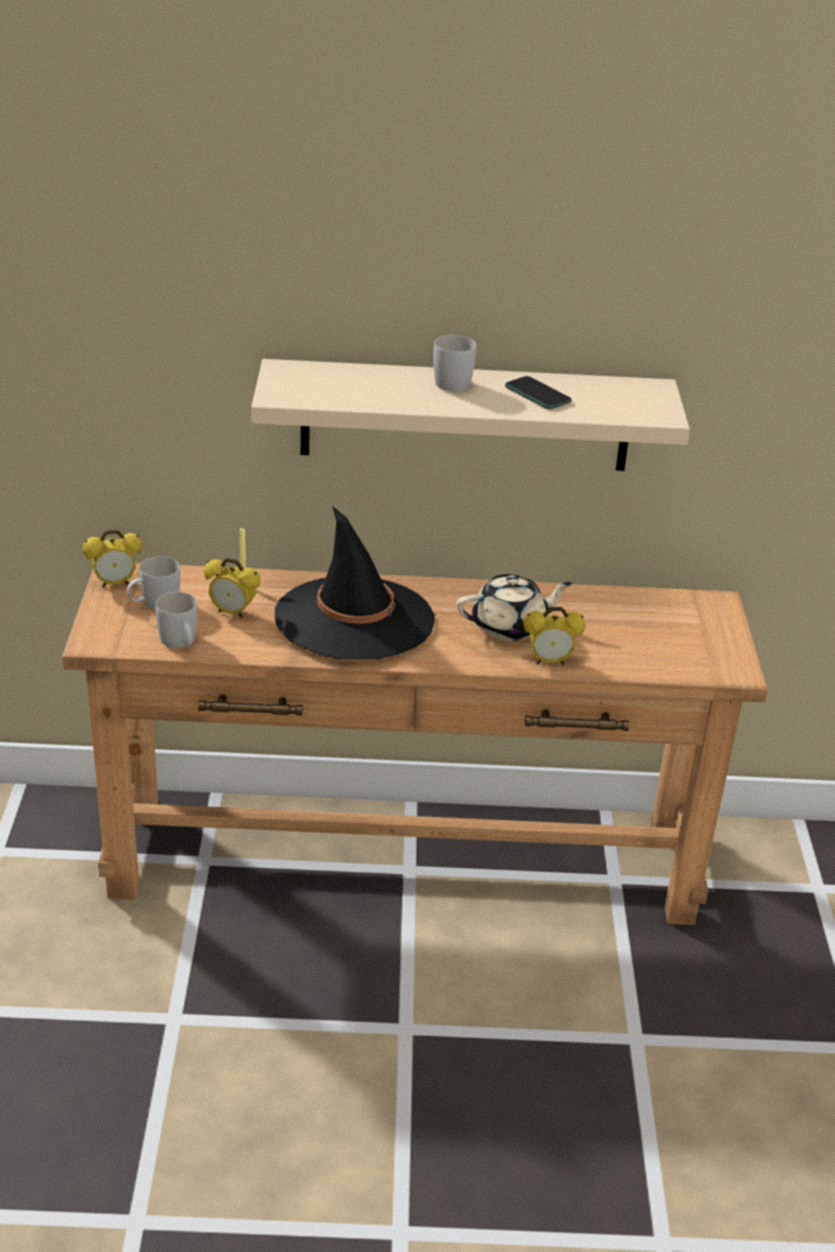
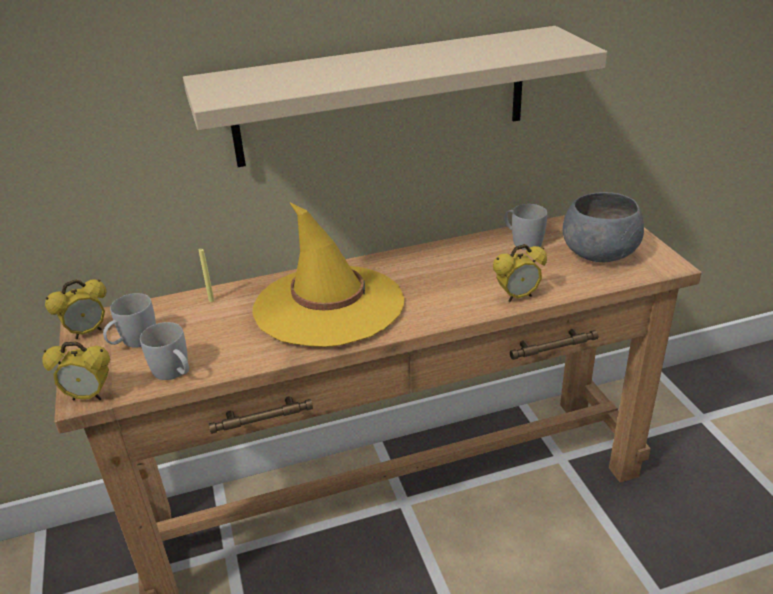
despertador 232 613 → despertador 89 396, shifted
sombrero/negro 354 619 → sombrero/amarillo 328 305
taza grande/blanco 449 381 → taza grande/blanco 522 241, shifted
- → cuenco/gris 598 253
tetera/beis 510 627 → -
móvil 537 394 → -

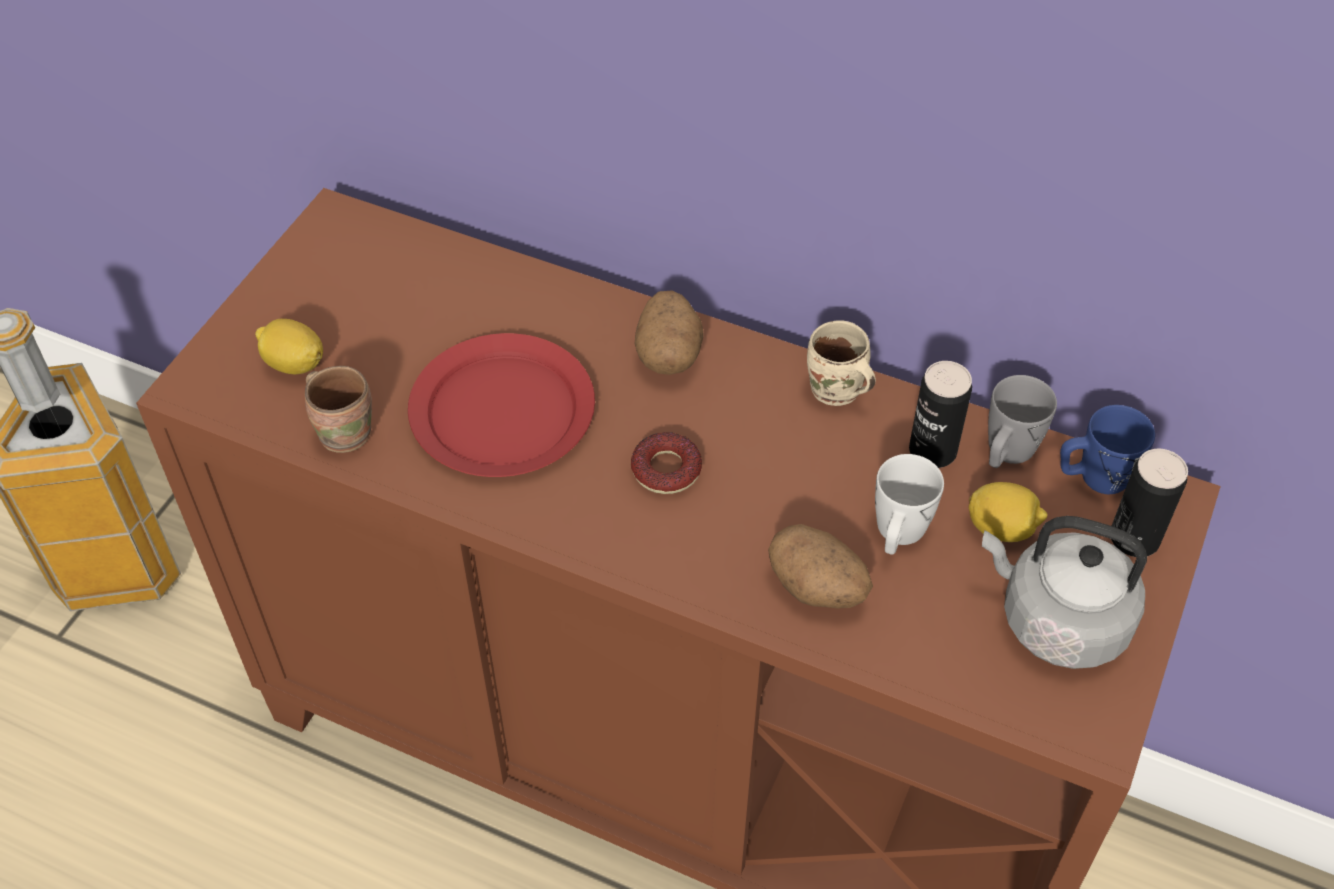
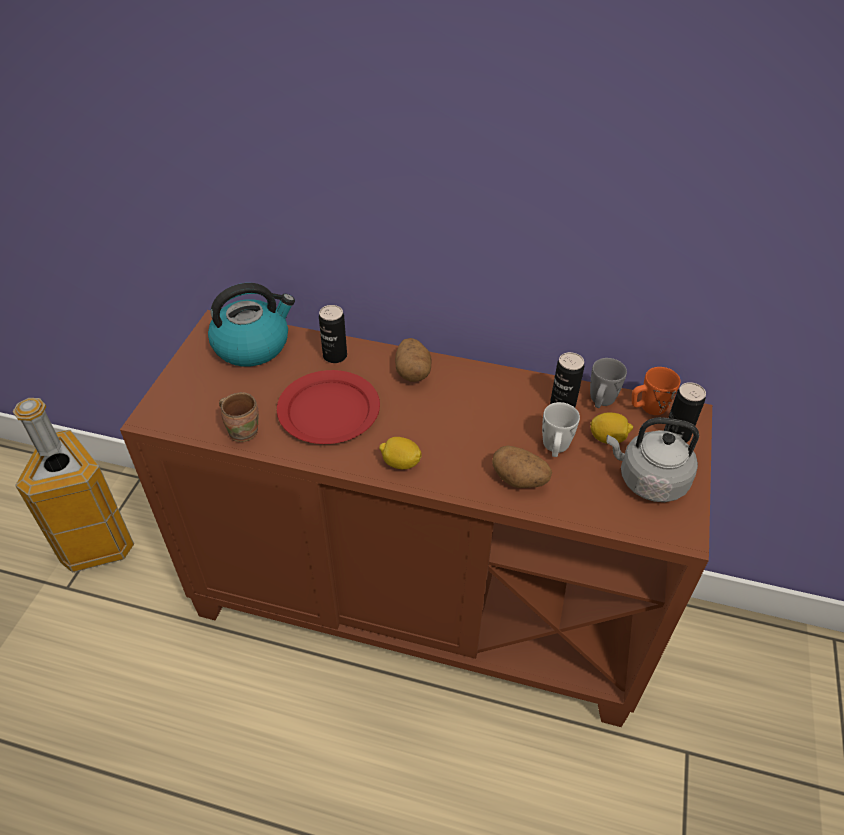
- → hervidor 253 345
- → lata 335 356
limón 294 364 → limón 400 463, shifted
taza grande/azul 1094 477 → taza grande/naranja 648 407
rosquilla 666 470 → -
taza grande/beis 835 393 → -

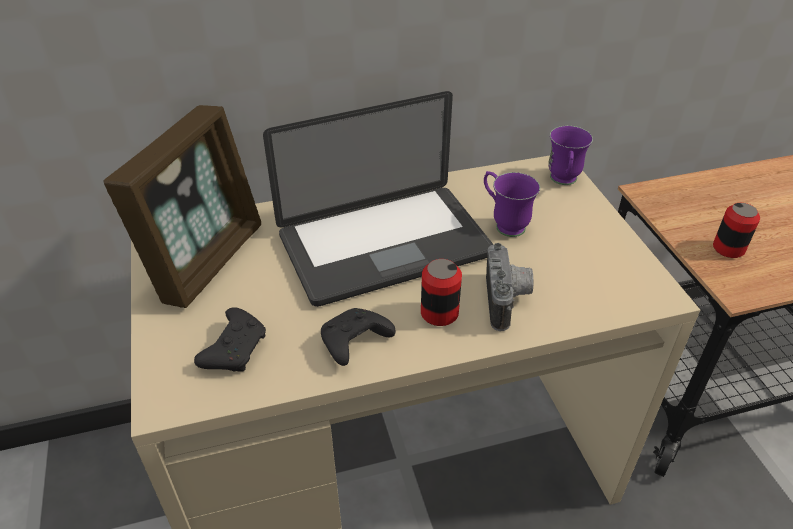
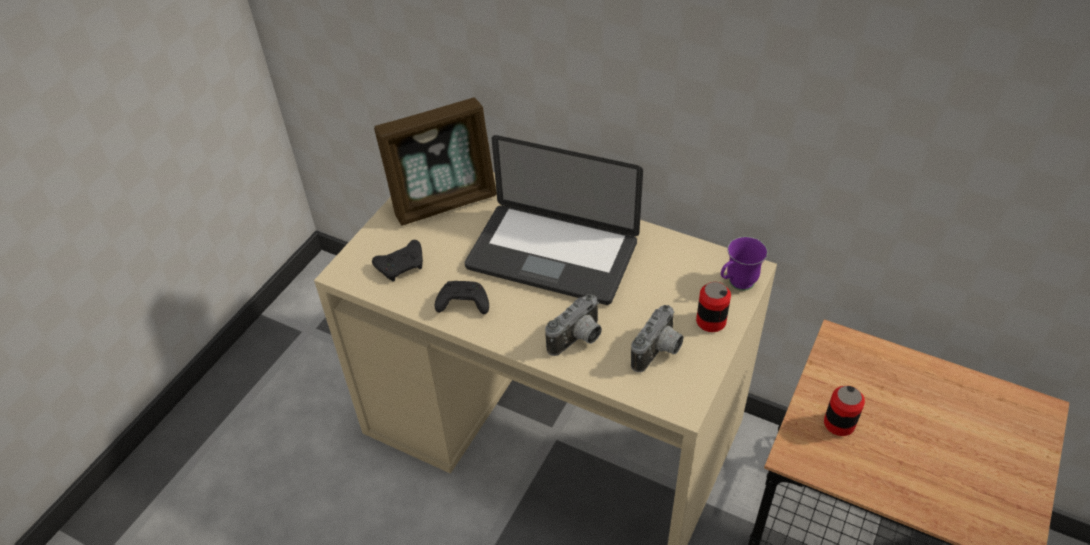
- → cámara 659 352
lata 439 313 → lata 711 321, shifted
taza grande/morado 504 224 → -

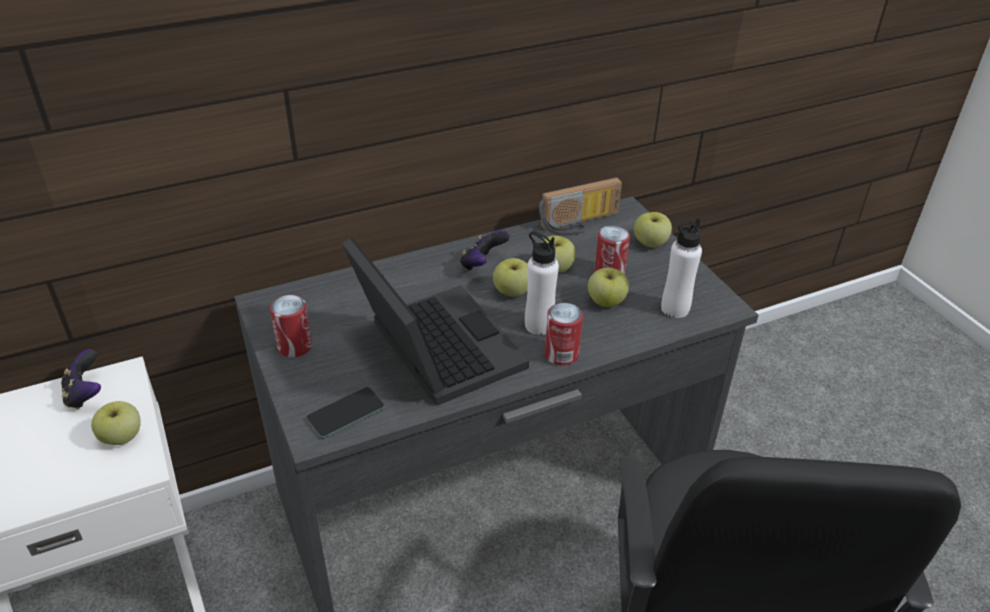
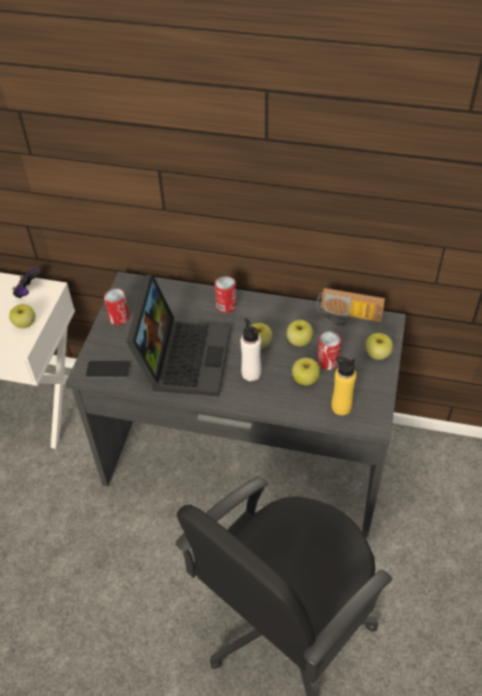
lata 561 354 → lata 226 306, shifted
botella/blanco 675 308 → botella/amarillo 341 407
mando de consola 482 264 → -

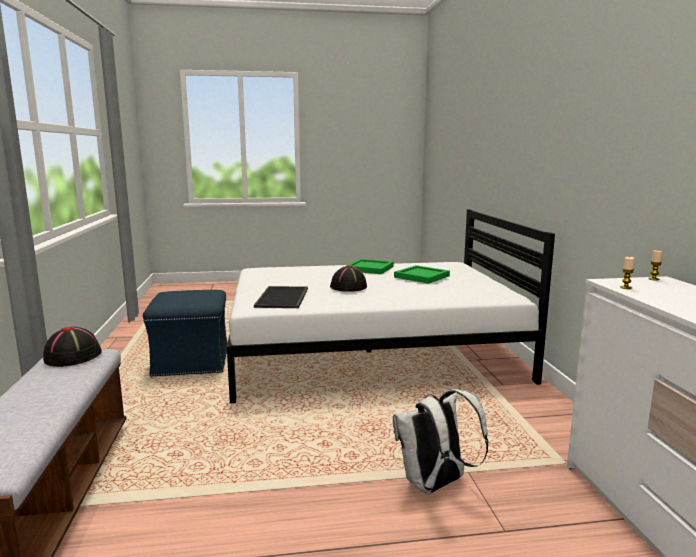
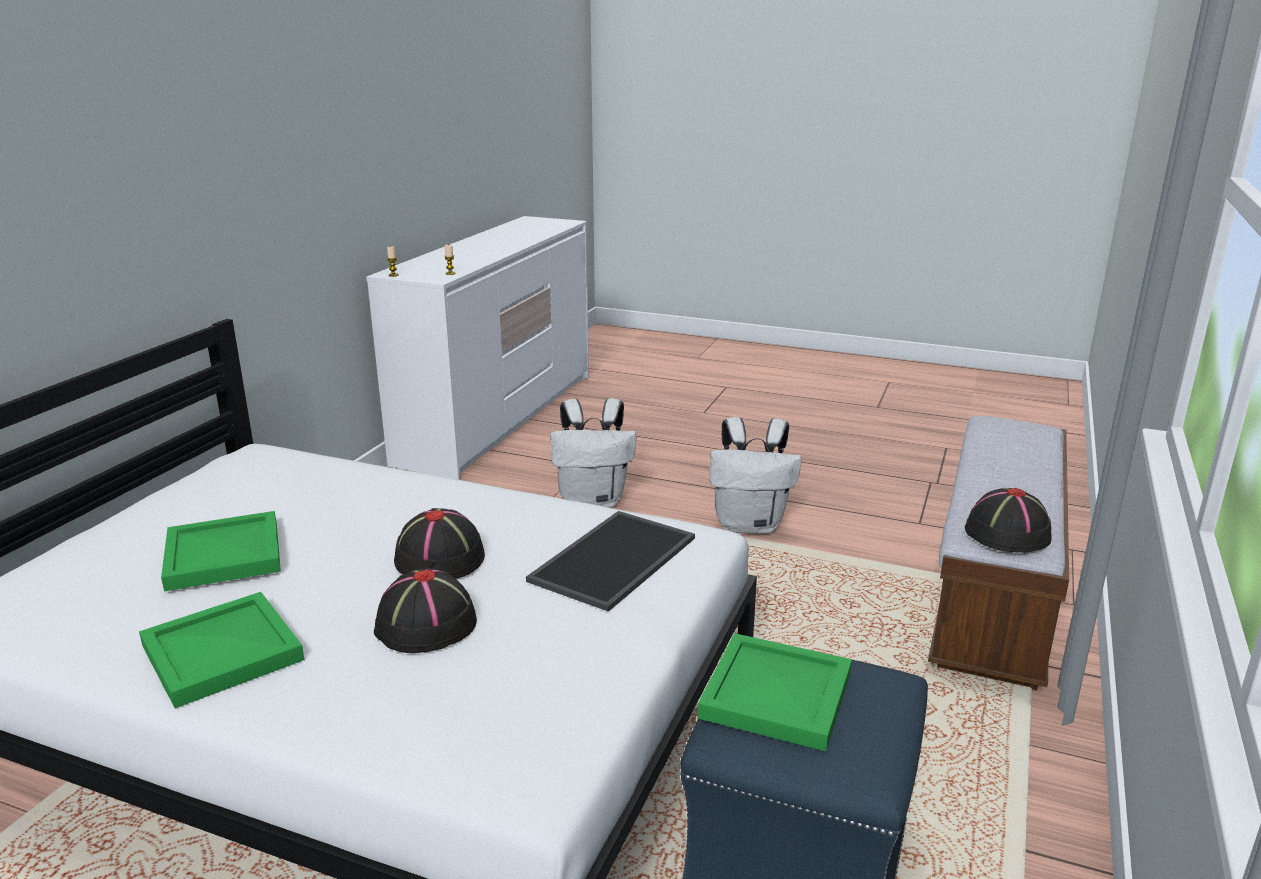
- → sombrero/negro 425 625
- → bandeja/verde 777 697
- → mochila/blanco 750 525

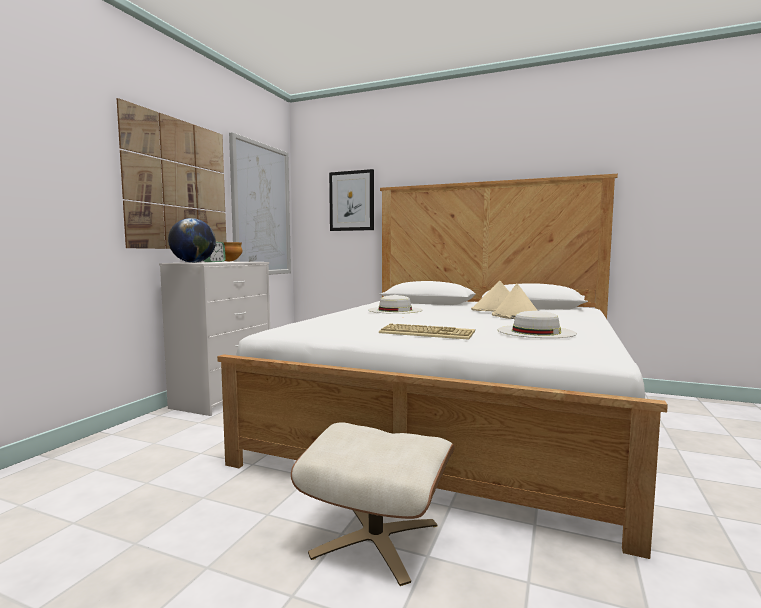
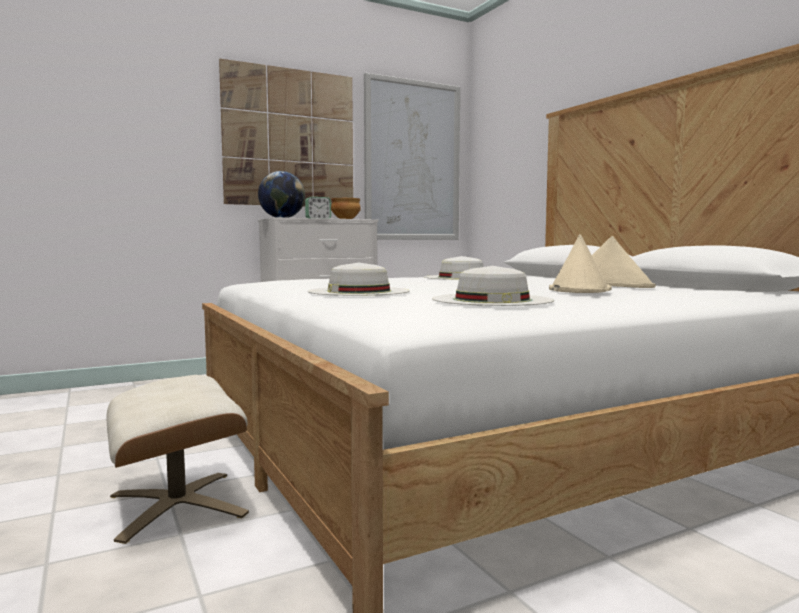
teclado 428 333 → sombrero/blanco 358 291
cuadro 352 201 → -

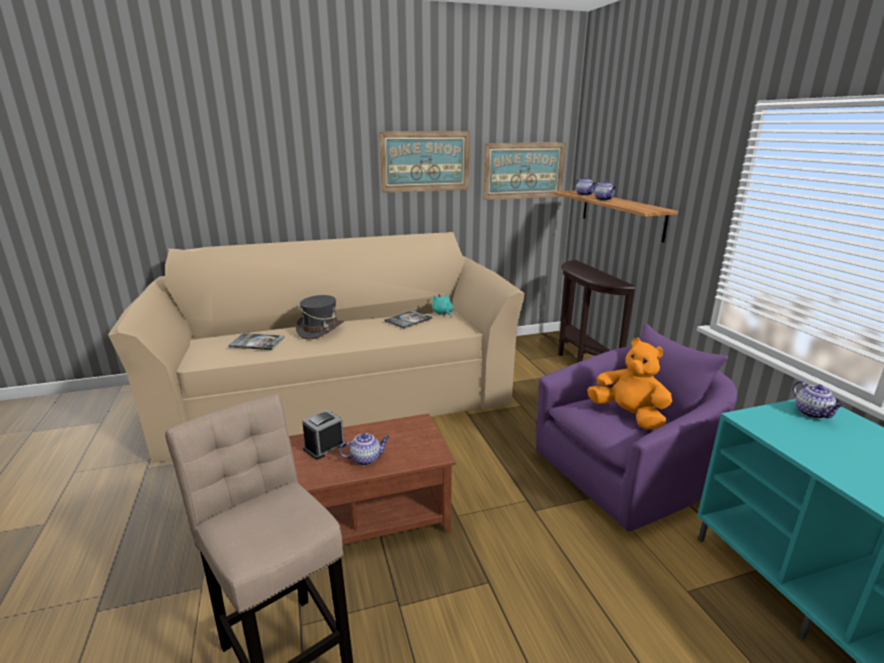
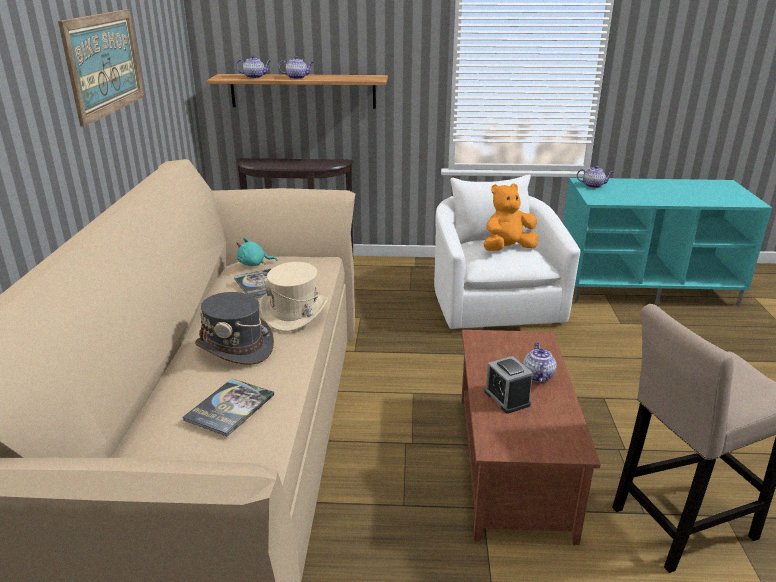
- → sombrero/beis 295 313
sillón/morado 628 472 → sillón/blanco 494 301
cuadro 524 171 → -

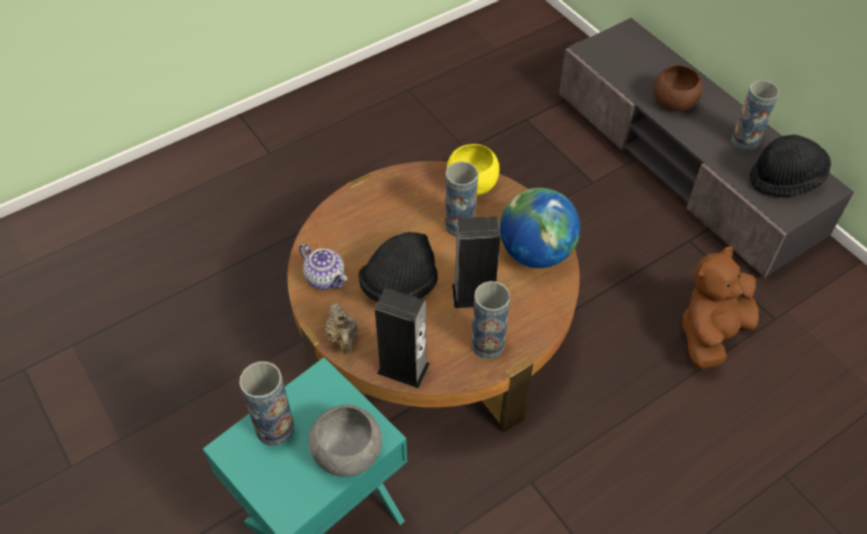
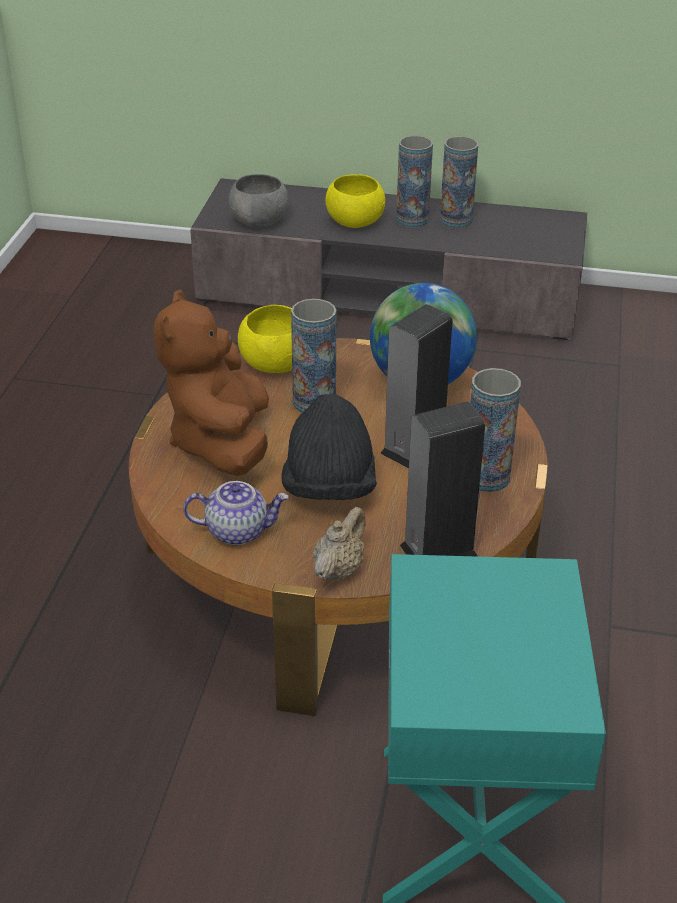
peluche/marrón 711 333 → peluche/marrón 221 443, shifted
cuenco/gris 347 452 → cuenco/gris 258 221, shifted
tetera/beis 343 339 → tetera/beis 339 569, 90 degrees counterclockwise
cuenco/marrón 674 102 → cuenco/amarillo 355 221
florero 275 428 → florero 412 219, shifted
sombrero/negro 785 179 → -

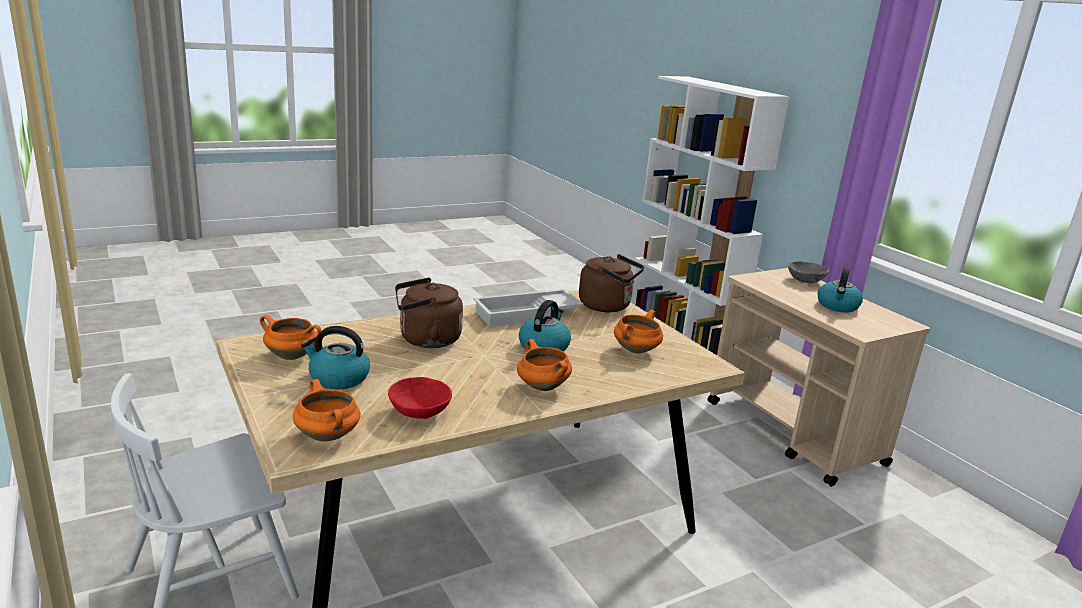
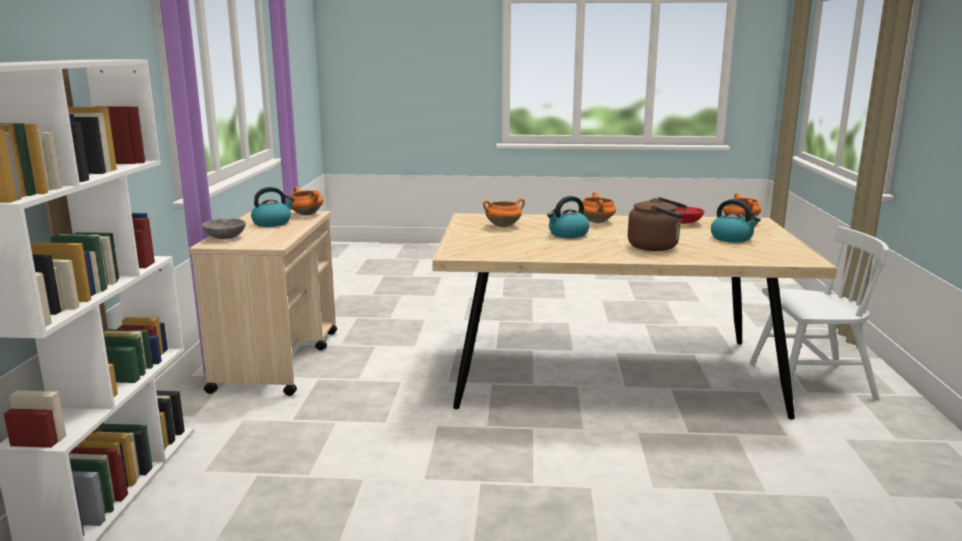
olla/naranja 293 356 → olla/naranja 306 214, shifted
bandeja/blanco 527 314 → -
hervidor/marrón 608 306 → -

